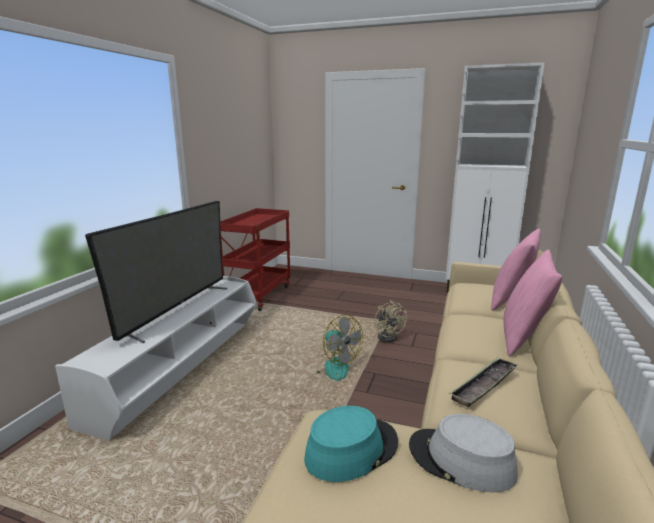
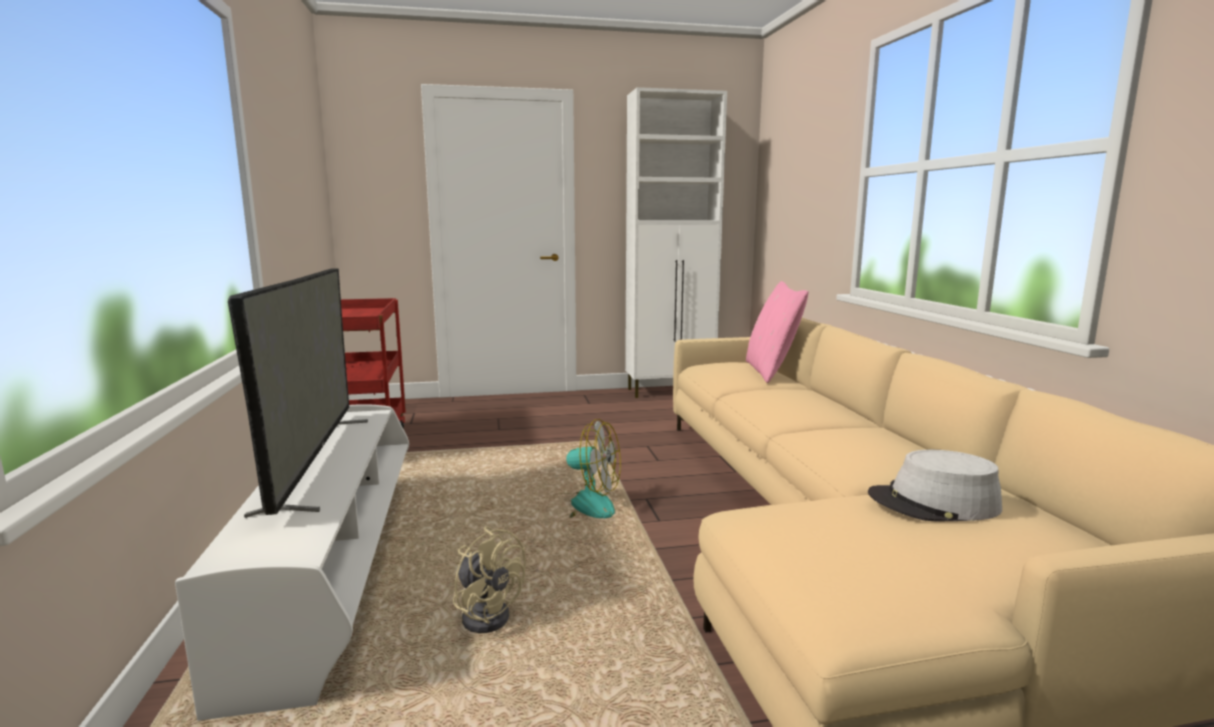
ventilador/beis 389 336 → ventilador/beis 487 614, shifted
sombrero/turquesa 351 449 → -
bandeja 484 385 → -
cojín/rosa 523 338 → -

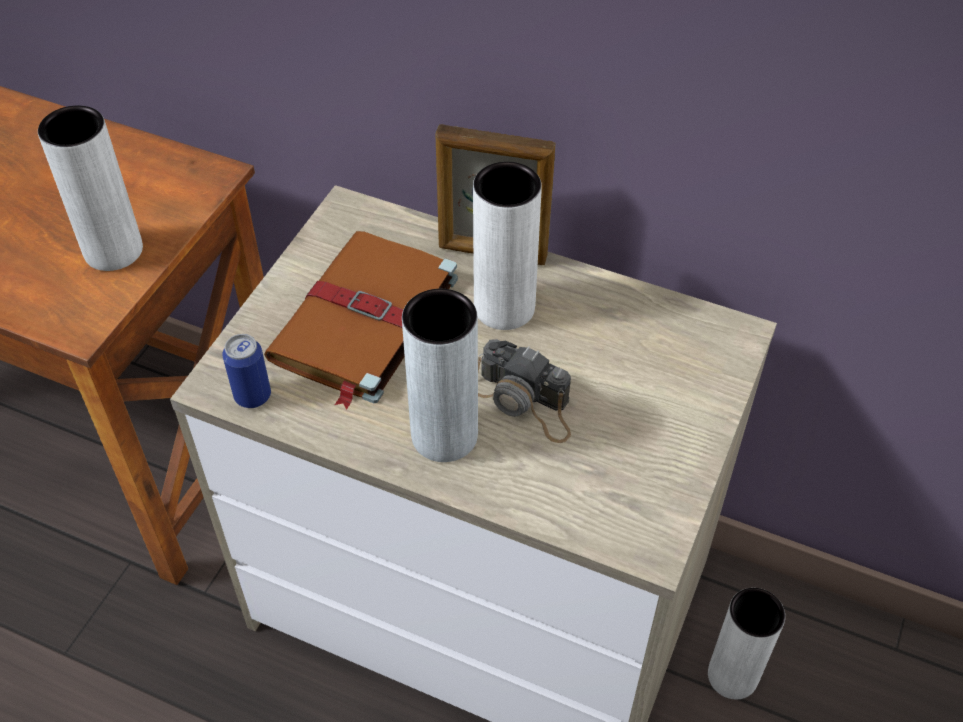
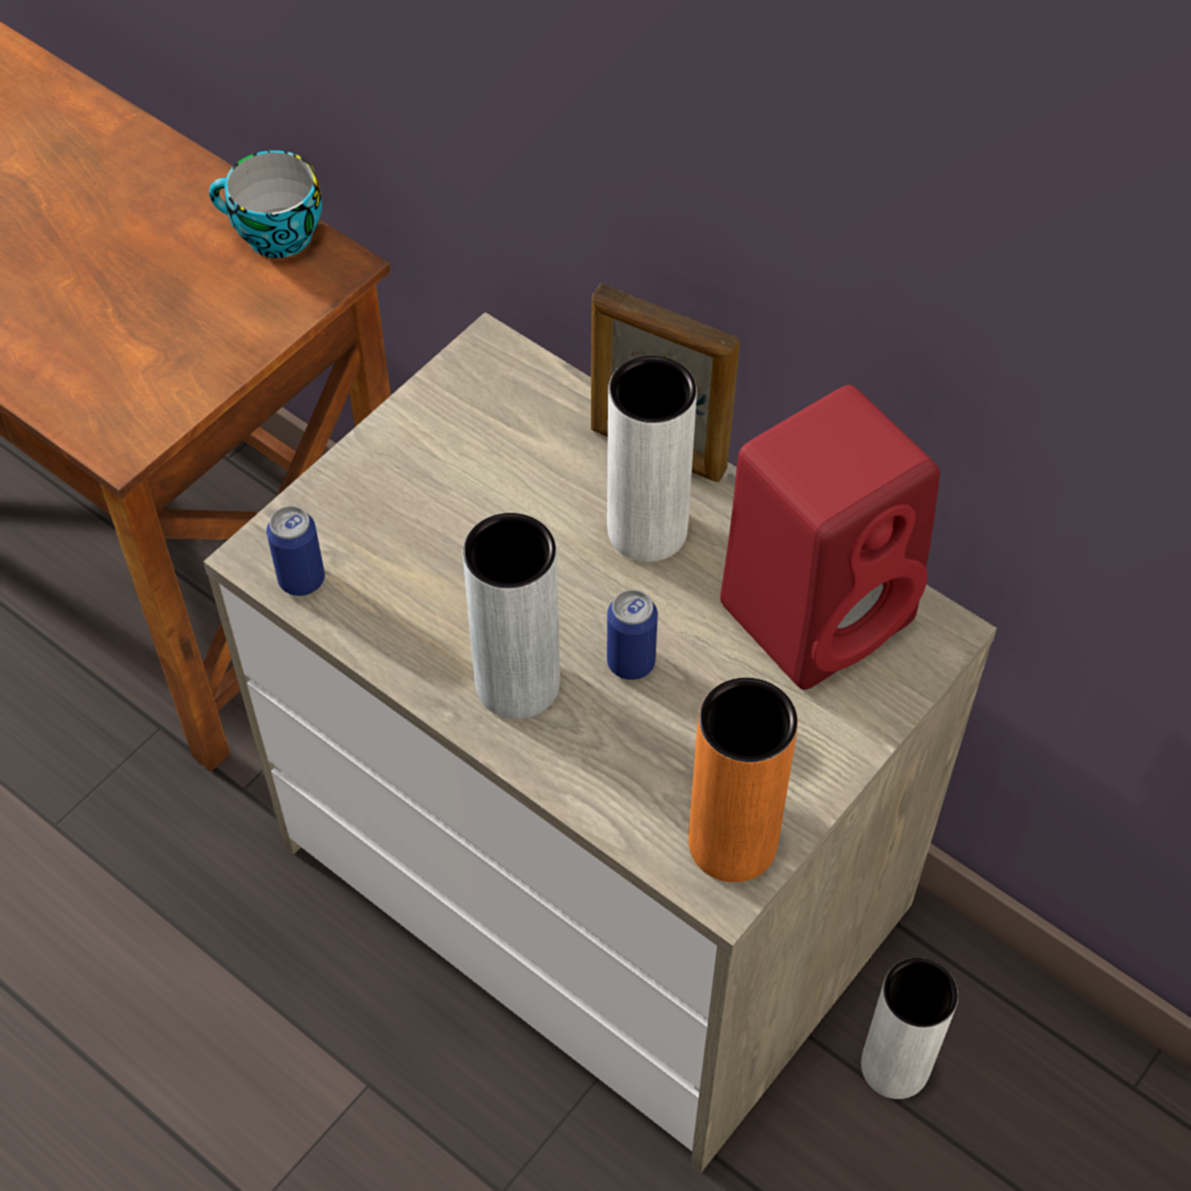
- → taza 274 236
cámara 525 402 → lata 631 662
- → florero/naranja 732 843
- → altavoz/rojo 820 608
florero/blanco 113 250 → -
libro/marrón 363 321 → -

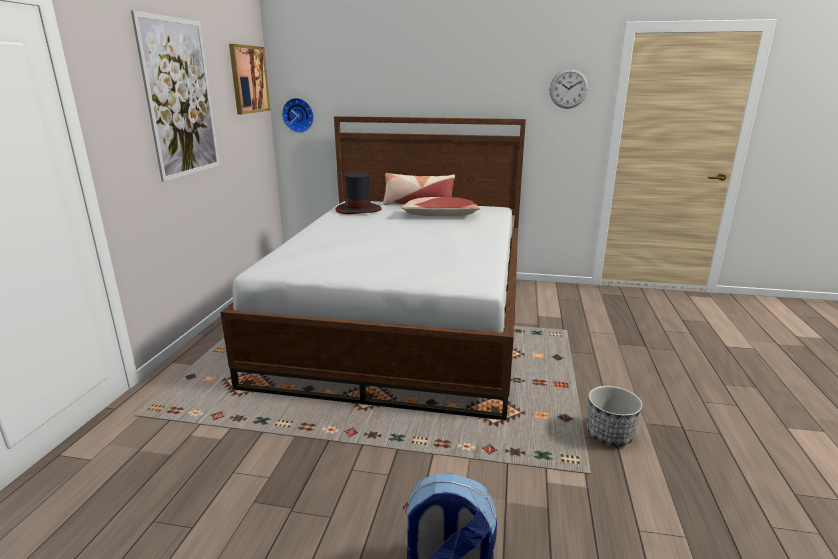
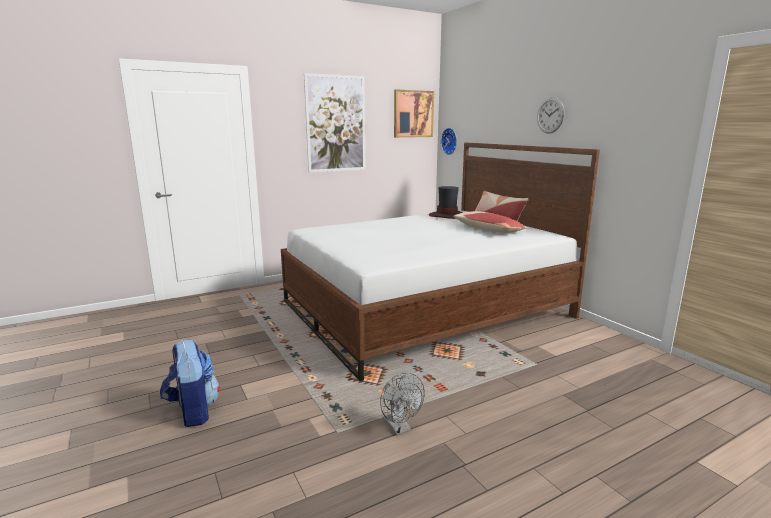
maceta 609 434 → ventilador/gris 399 428
reloj de pared 568 88 → reloj de pared 550 115, shifted

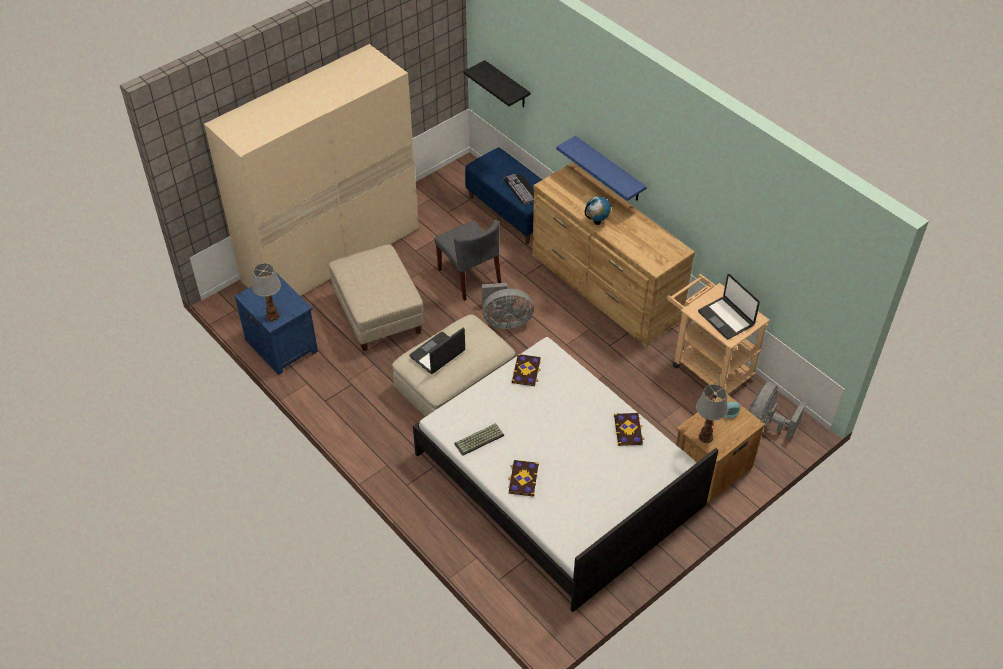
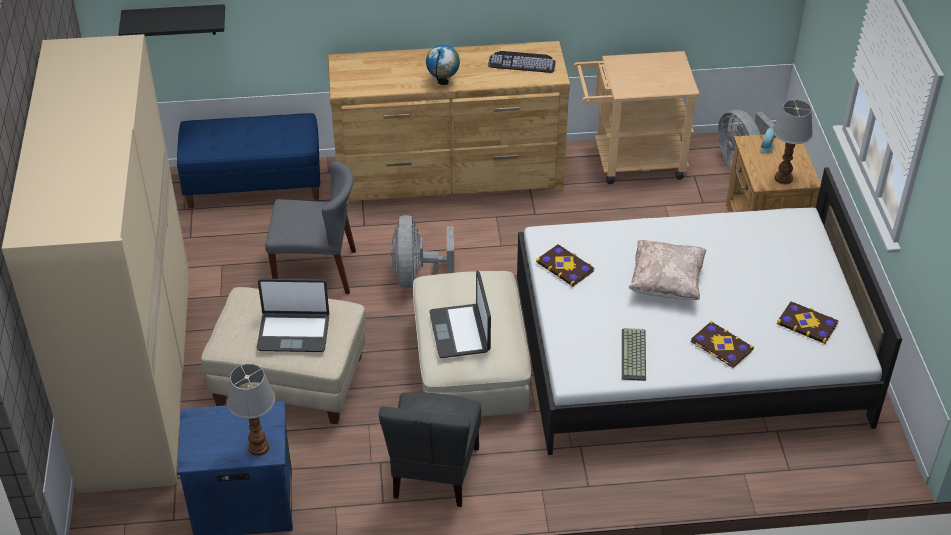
portátil 726 318 → portátil 293 332, shifted
- → silla/gris 434 473
ventilador/gris 505 321 → ventilador/gris 417 276, 150 degrees clockwise
teclado 522 189 → teclado 522 61, shifted
- → cojín/beis 666 284
libro 628 430 → libro 807 323, shifted
estante/azul 609 169 → -

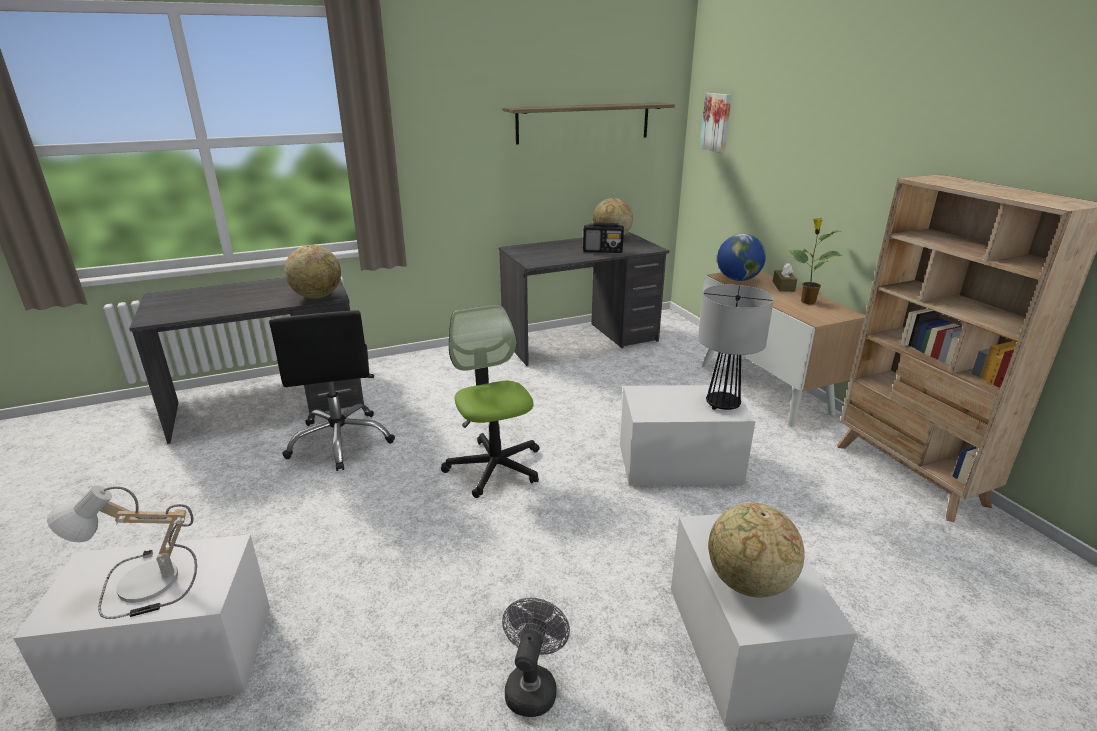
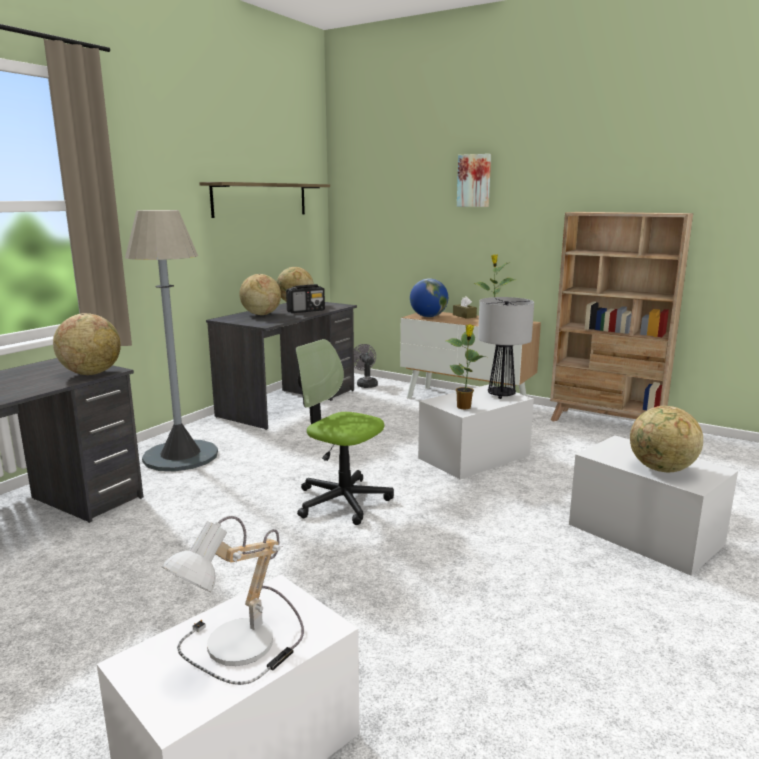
- → lámpara de pie/gris 180 456
- → globo terráqueo 261 314
ventilador/gris 532 685 → ventilador/gris 365 384, shifted
- → planta en maceta 464 407
cuadro 717 122 → cuadro 474 180, shifted
silla de oficina/negro 341 441 → -

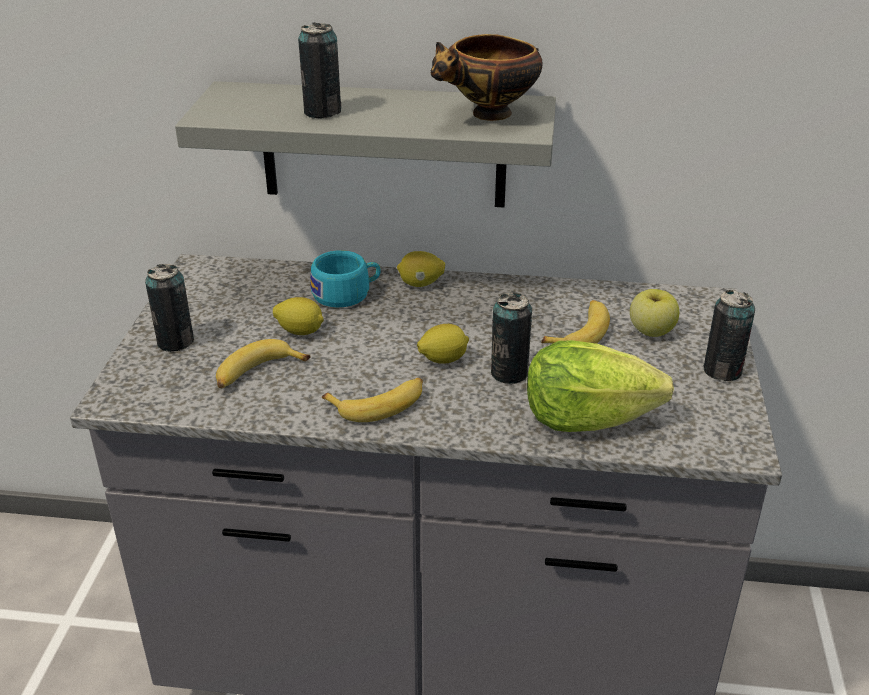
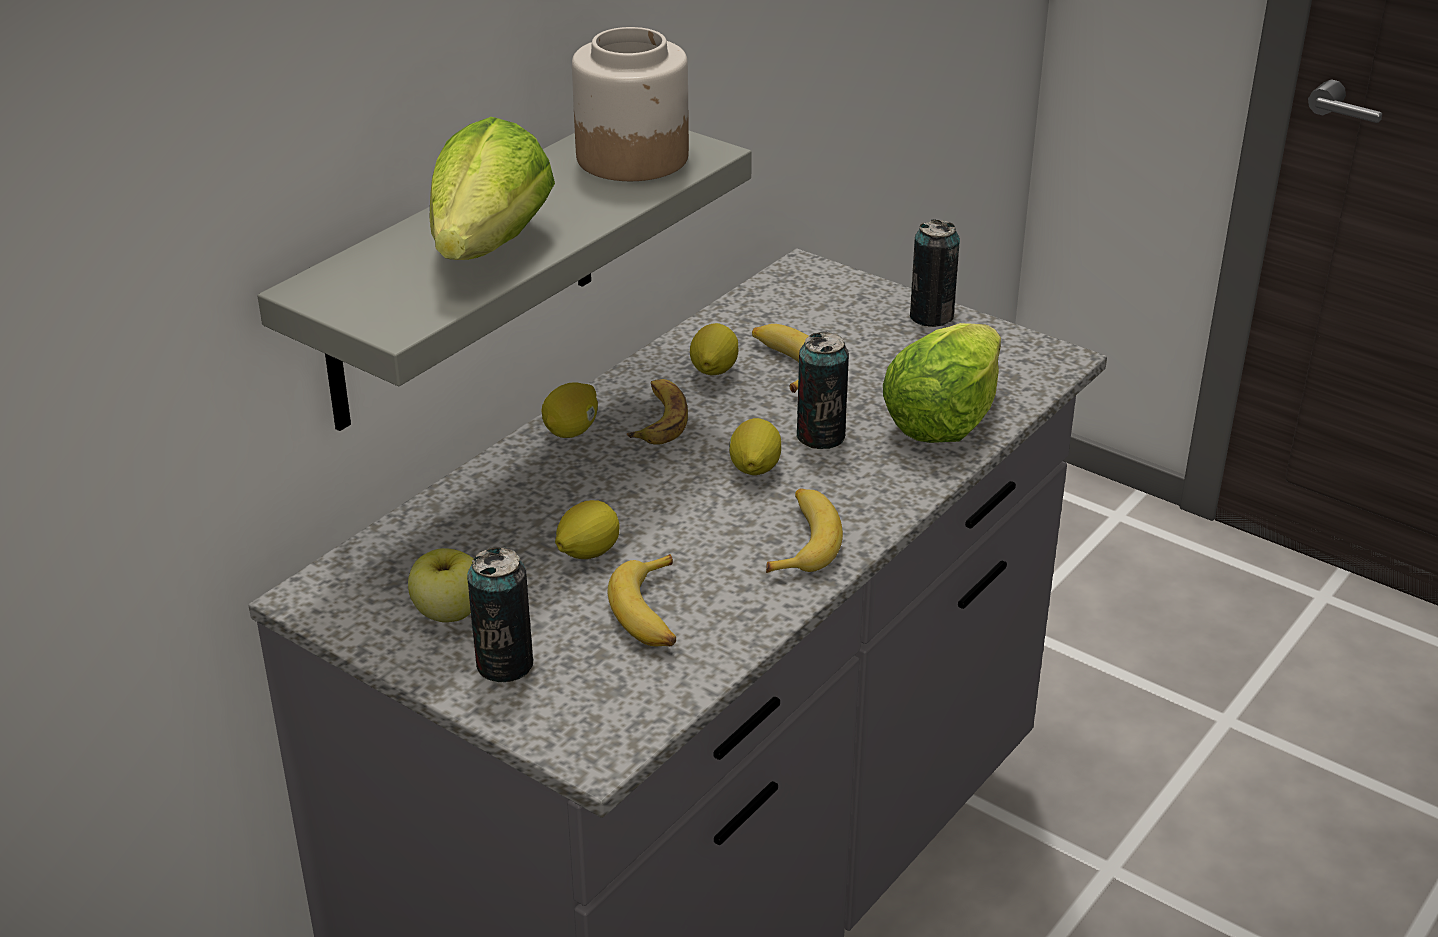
manzana 651 331 → manzana 448 612, shifted
lata 322 112 → lechuga 490 246
cuenco 489 115 → tarro 633 157
- → plátano 658 419
- → limón 713 371
taza/turquesa 347 294 → -

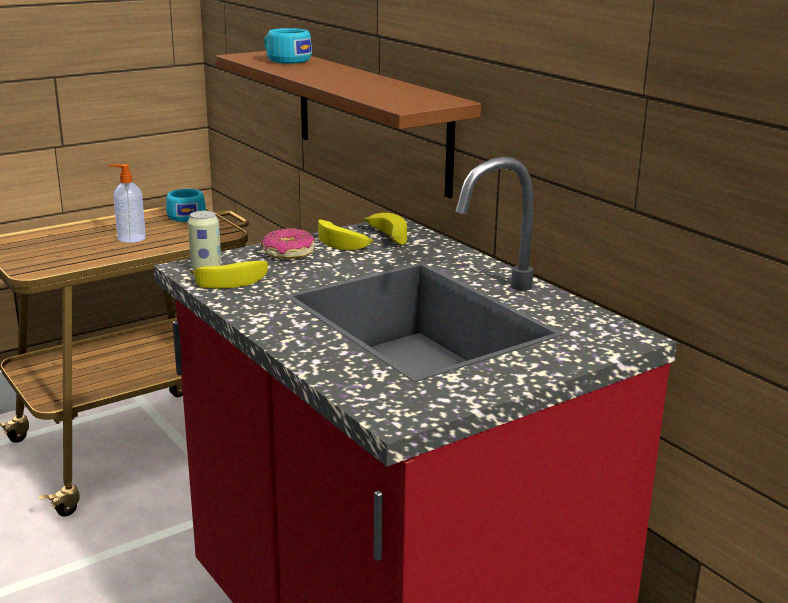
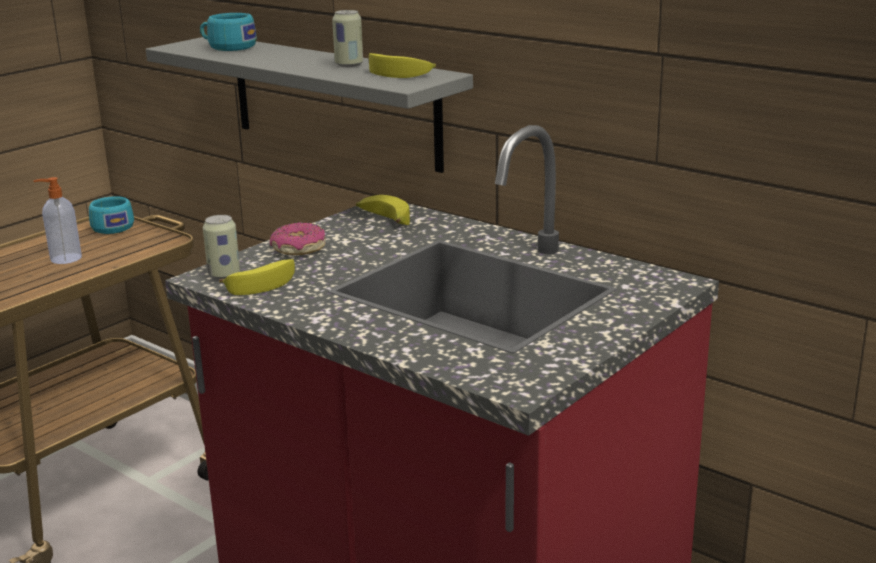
estante/marrón 371 119 → estante/gris 333 101
- → lata 349 65
plátano 344 243 → plátano 401 73, shifted

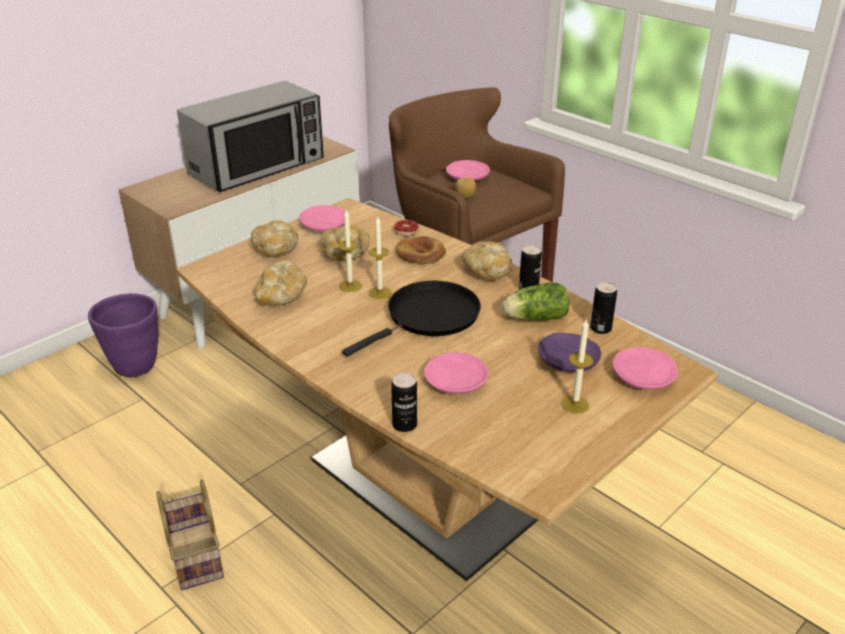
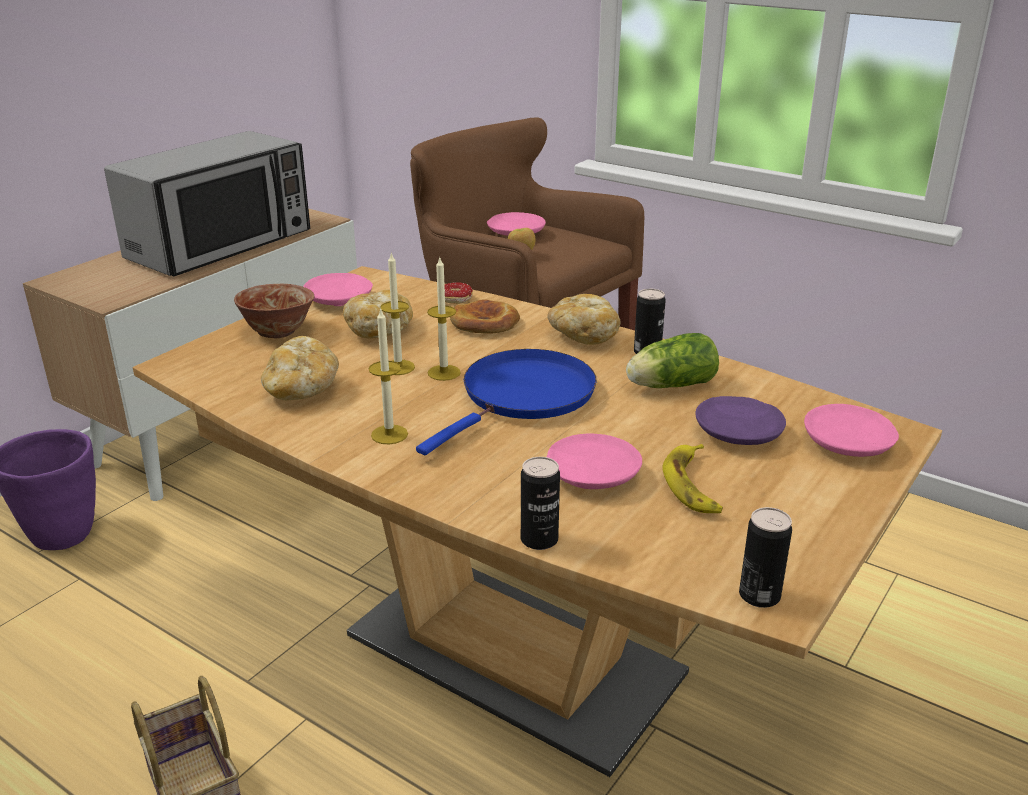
pan 276 249 → cuenco 277 332
vela 575 404 → vela 389 434, shifted
sartén/negro 429 317 → sartén/azul 523 397
- → plátano 693 485
lata 600 328 → lata 759 596, shifted

